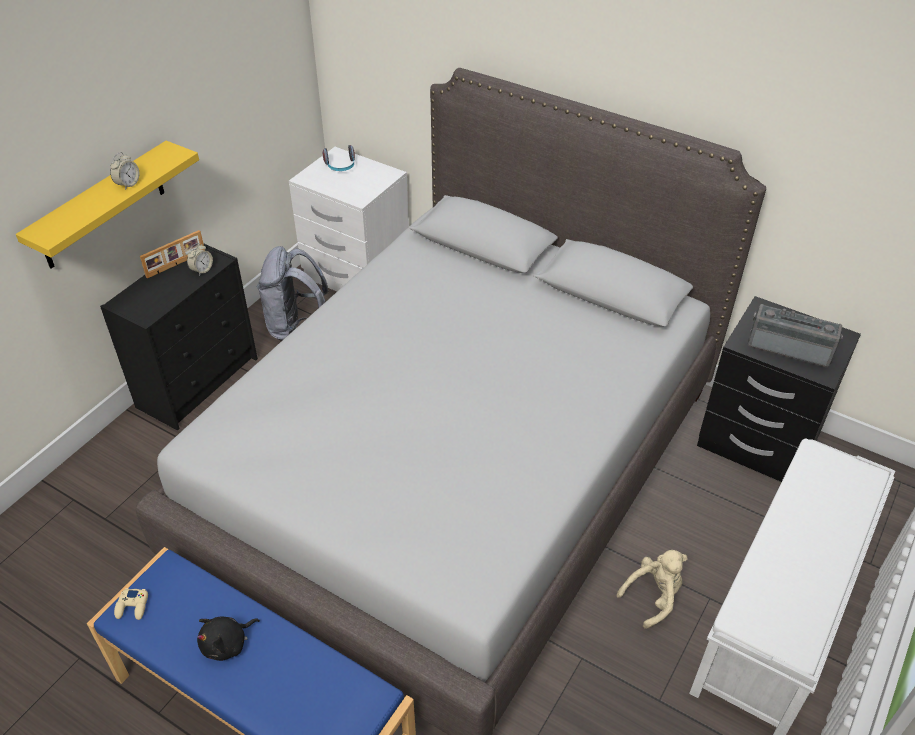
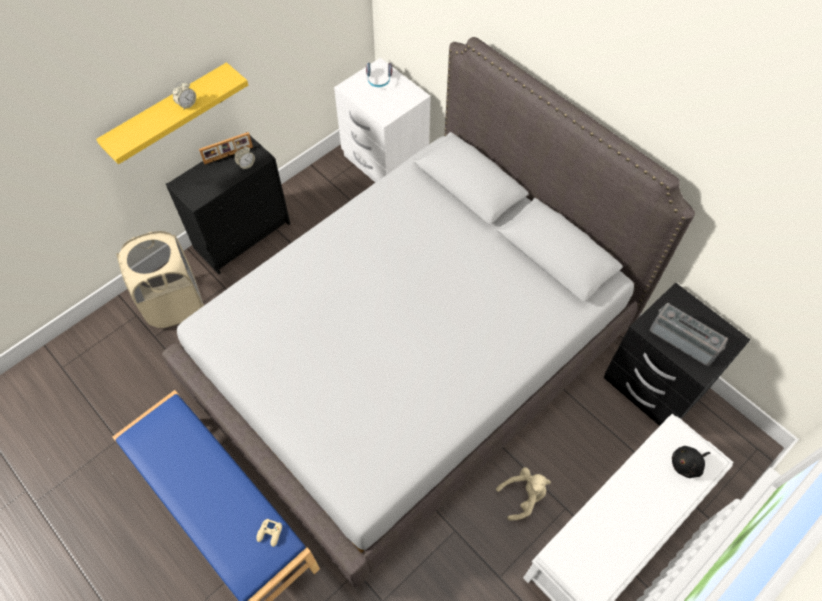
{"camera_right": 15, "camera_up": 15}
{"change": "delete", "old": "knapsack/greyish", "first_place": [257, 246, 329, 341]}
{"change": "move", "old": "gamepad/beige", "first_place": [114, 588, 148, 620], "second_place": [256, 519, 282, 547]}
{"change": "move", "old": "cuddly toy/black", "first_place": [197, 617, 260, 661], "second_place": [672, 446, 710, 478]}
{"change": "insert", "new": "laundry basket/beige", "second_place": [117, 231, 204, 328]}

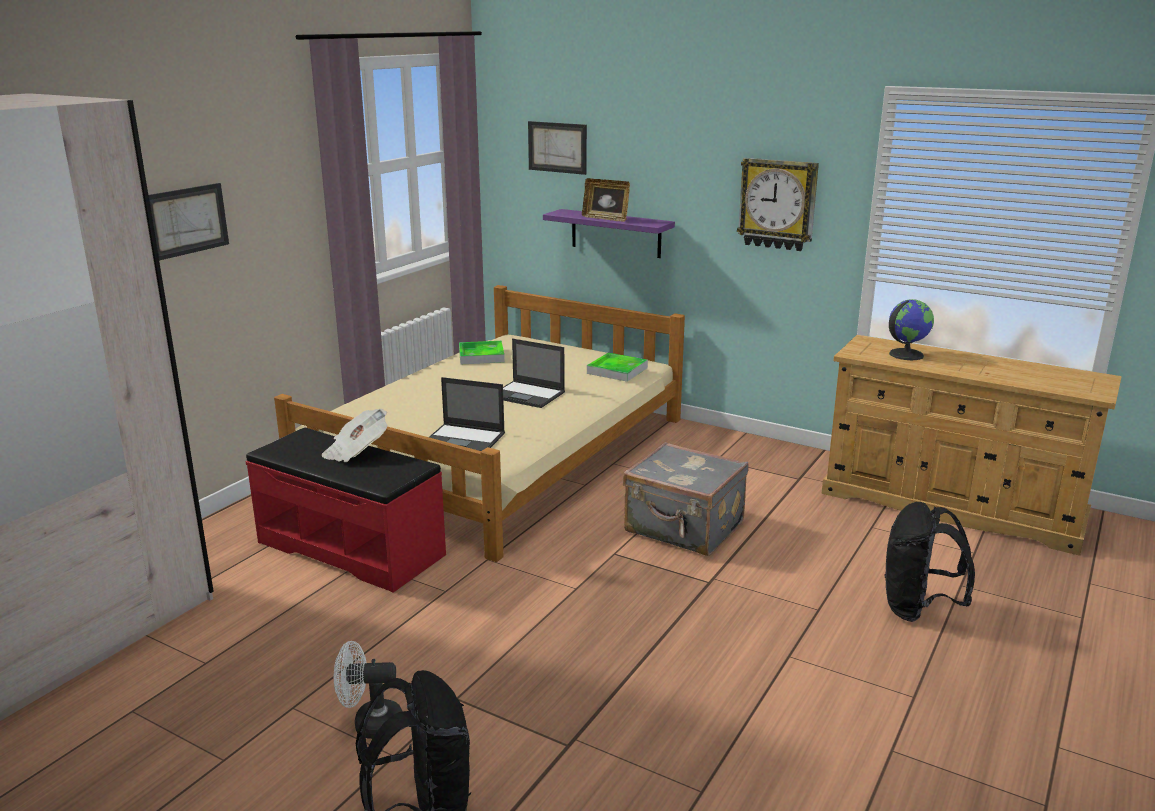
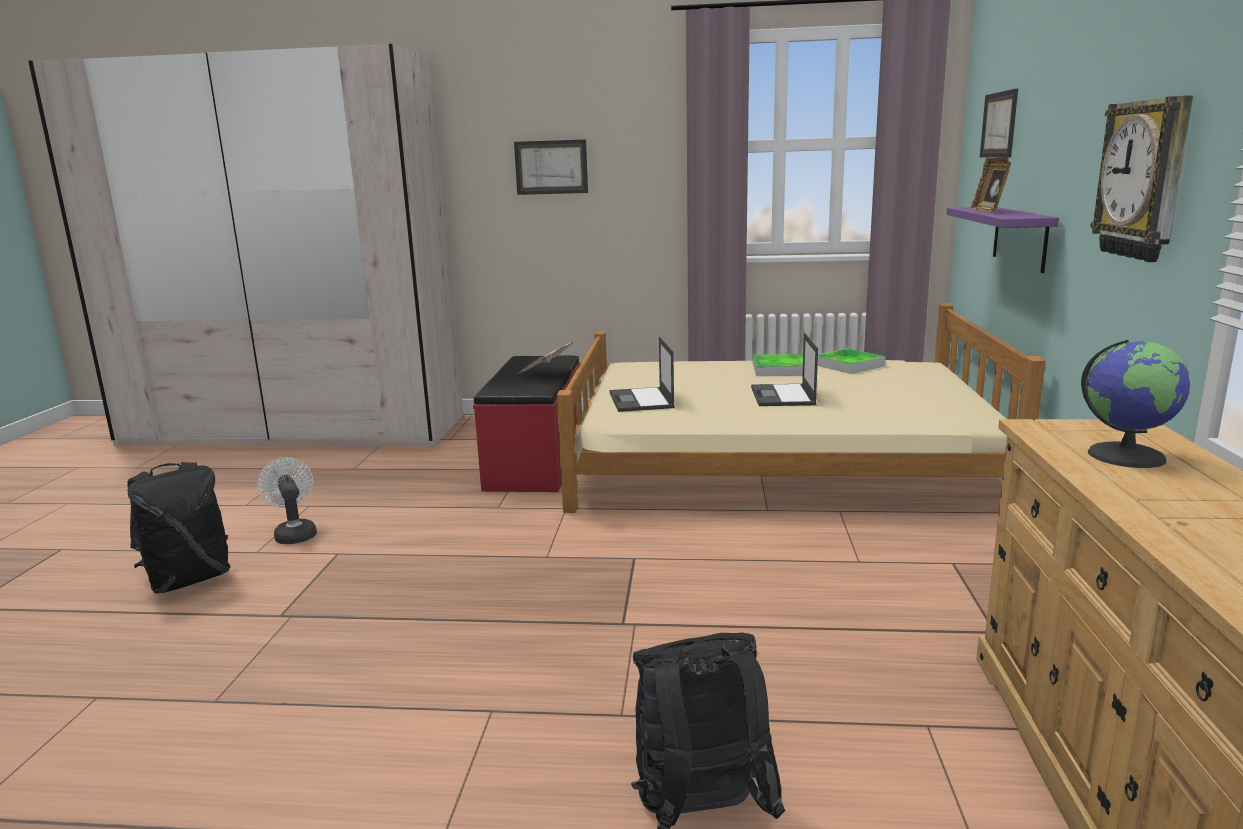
{"camera_right": 65, "camera_up": -5}
{"change": "move", "old": "tray", "first_place": [587, 353, 648, 382], "second_place": [753, 354, 803, 376]}
{"change": "delete", "old": "travel case/greyish", "first_place": [623, 442, 749, 556]}

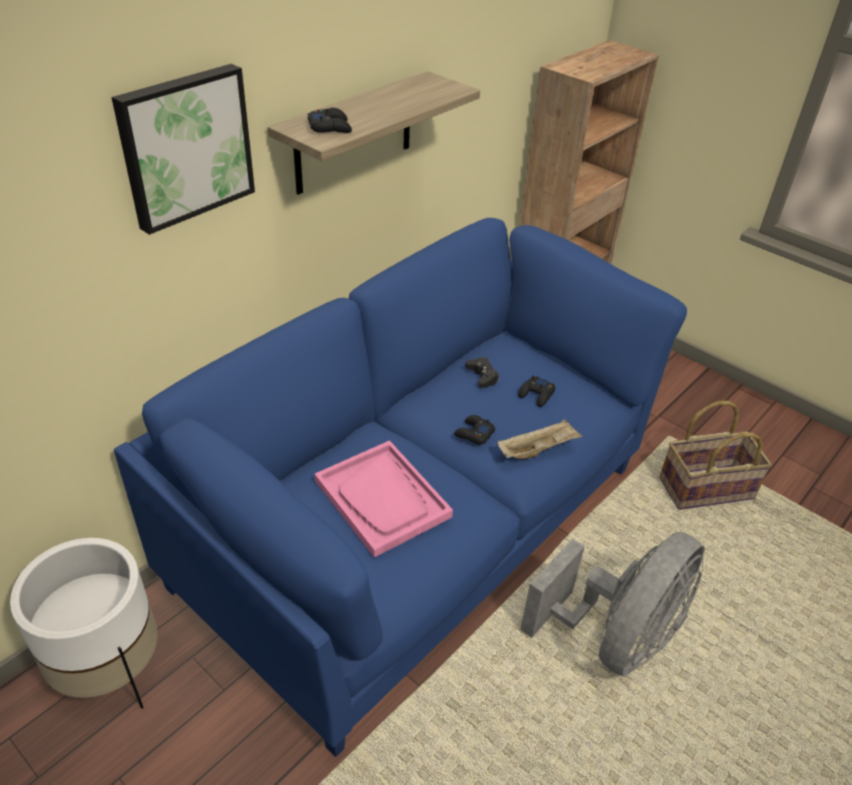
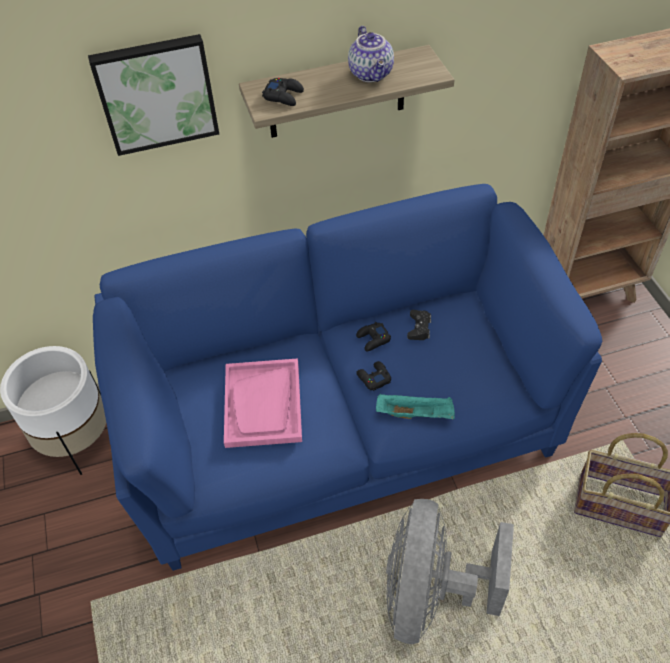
{"camera_right": 35, "camera_up": 10}
{"change": "move", "old": "gamepad/black", "first_place": [518, 376, 555, 407], "second_place": [356, 322, 391, 351]}
{"change": "recolor", "old": "tray/beige", "new": "tray/blue-green", "first_place": [498, 419, 582, 459], "second_place": [376, 394, 455, 419]}
{"change": "rotate", "old": "cooling fan/greyish", "first_place": [520, 532, 705, 677], "second_place": [386, 499, 514, 644], "degrees": 120}
{"change": "insert", "new": "pot for tea", "second_place": [348, 26, 394, 82]}

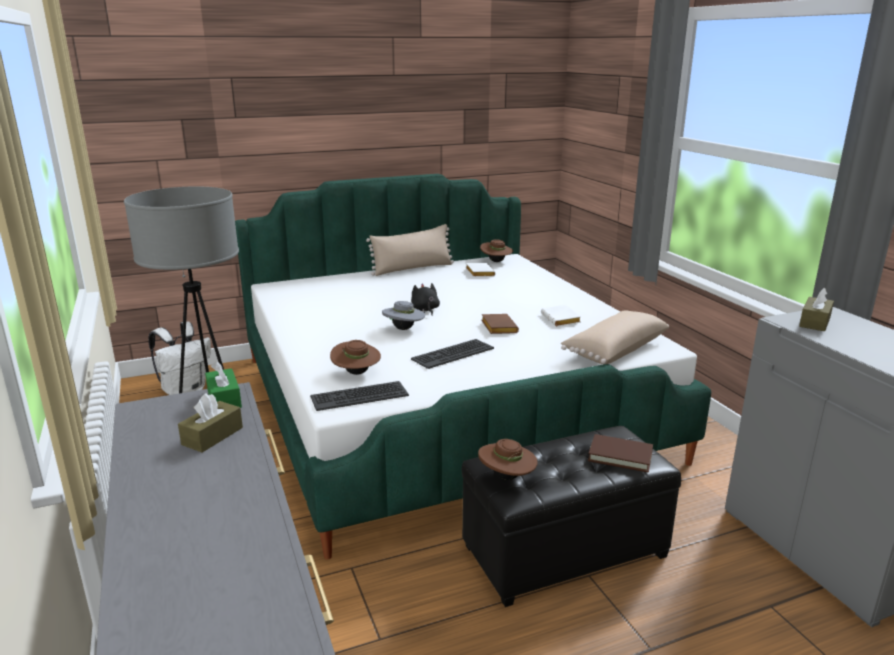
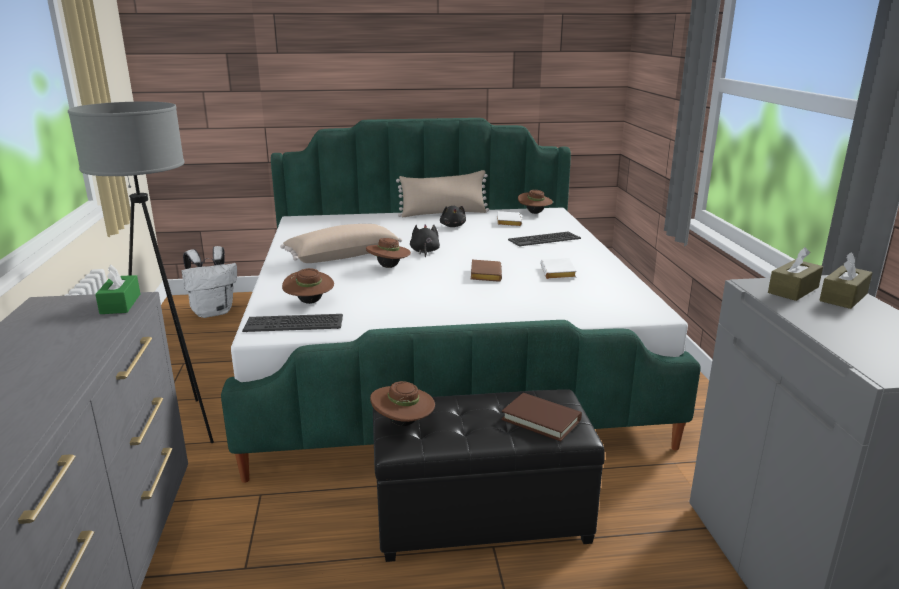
{"camera_right": 15, "camera_up": 0}
{"change": "recolor", "old": "clothing hat/greyish", "new": "clothing hat/brown-coloured", "first_place": [382, 301, 425, 330], "second_place": [366, 238, 411, 268]}
{"change": "move", "old": "throw pillow/beige", "first_place": [561, 310, 669, 364], "second_place": [280, 224, 402, 263]}
{"change": "move", "old": "computer keyboard", "first_place": [411, 339, 494, 369], "second_place": [508, 232, 581, 247]}
{"change": "move", "old": "box of tissues/brown-coloured", "first_place": [178, 393, 243, 453], "second_place": [819, 252, 873, 309]}
{"change": "insert", "new": "cuddly toy/black", "second_place": [440, 206, 466, 227]}

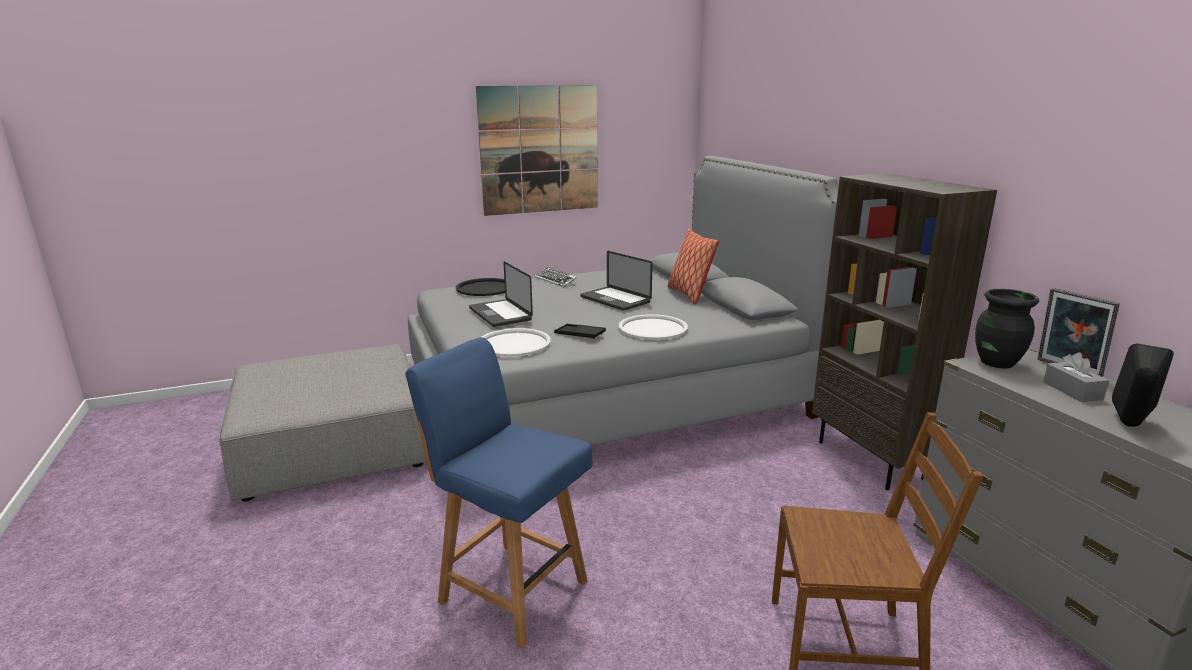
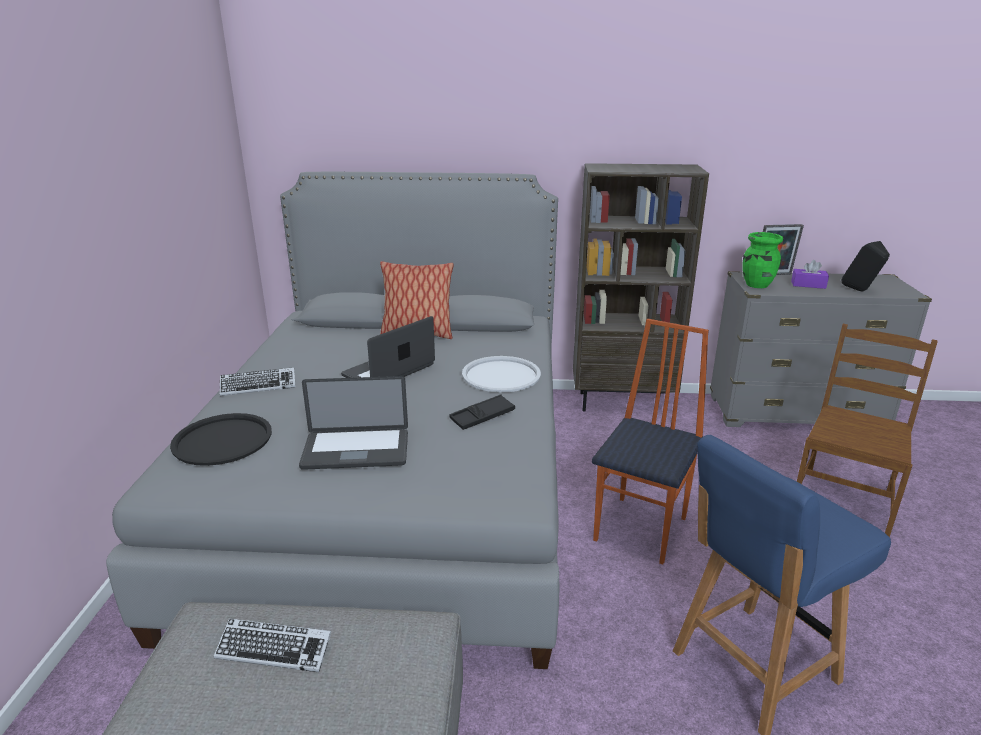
{"camera_right": -65, "camera_up": 5}
{"change": "delete", "old": "wall picture", "first_place": [476, 85, 598, 216]}
{"change": "rotate", "old": "laptop", "first_place": [580, 251, 653, 311], "second_place": [341, 316, 435, 378], "degrees": 150}
{"change": "recolor", "old": "flower vase/black", "new": "flower vase/green-coloured", "first_place": [975, 289, 1039, 368], "second_place": [742, 232, 783, 288]}
{"change": "delete", "old": "tray/whitish", "first_place": [482, 328, 551, 357]}
{"change": "recolor", "old": "box of tissues/greyish", "new": "box of tissues/purple", "first_place": [1043, 352, 1109, 402], "second_place": [791, 260, 829, 289]}
{"change": "insert", "new": "chair", "second_place": [592, 319, 709, 565]}
{"change": "insert", "new": "computer keyboard", "second_place": [214, 618, 331, 672]}

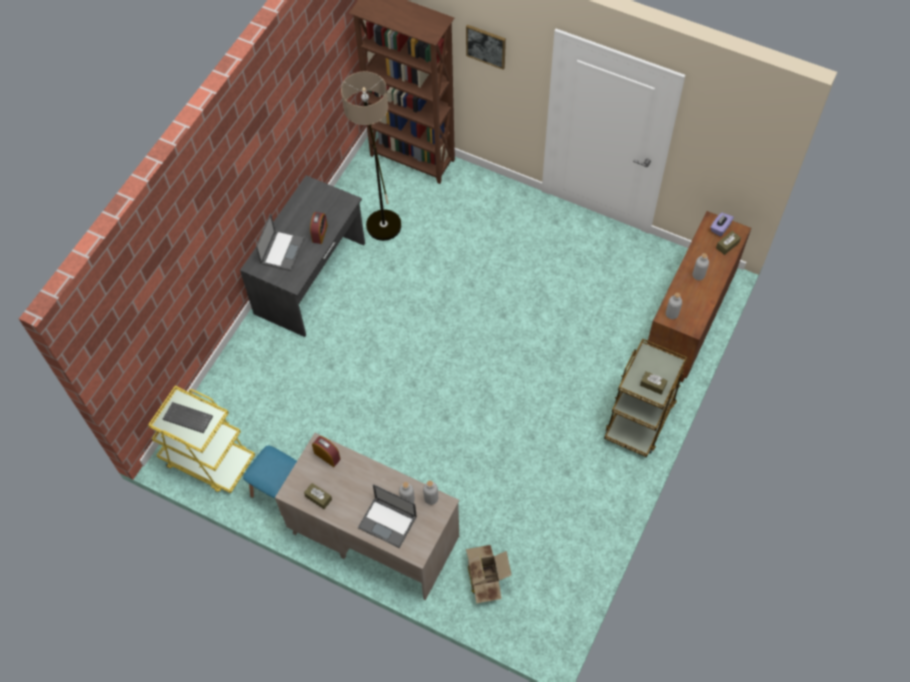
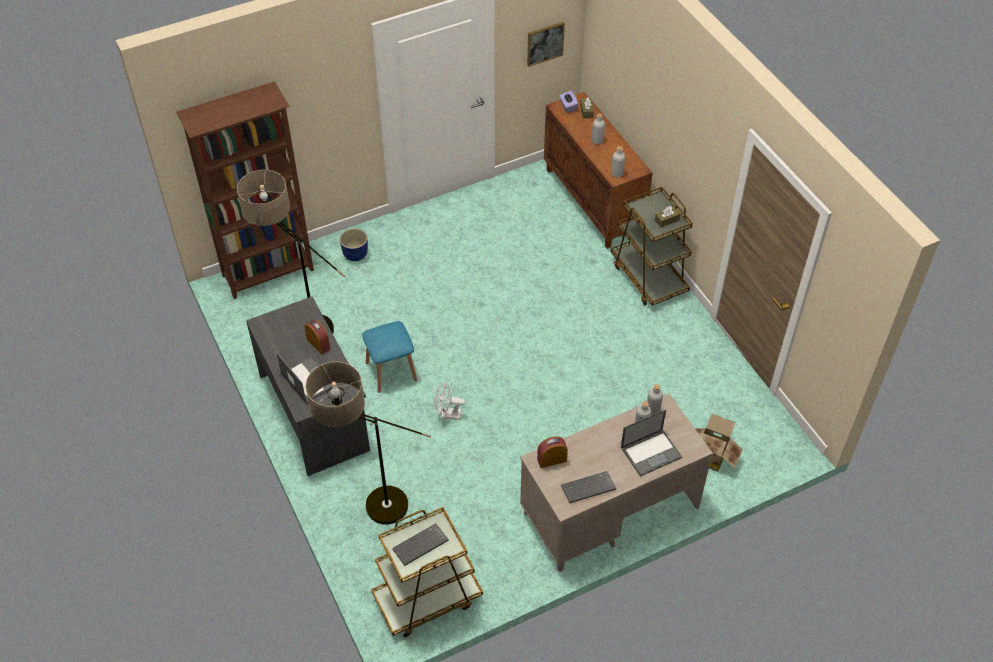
{"camera_right": -55, "camera_up": -10}
{"change": "move", "old": "wall picture", "first_place": [466, 25, 506, 70], "second_place": [527, 22, 565, 67]}
{"change": "recolor", "old": "wheeled cart/yellowish", "new": "wheeled cart/brown-coloured", "first_place": [148, 386, 255, 493], "second_place": [371, 507, 483, 637]}
{"change": "move", "old": "stool/blue", "first_place": [243, 445, 297, 517], "second_place": [362, 321, 417, 393]}
{"change": "replace", "old": "box of tissues/brown-coloured", "new": "computer keyboard", "first_place": [304, 483, 332, 509], "second_place": [561, 471, 616, 503]}
{"change": "insert", "new": "plant pot", "second_place": [339, 228, 368, 261]}
{"change": "insert", "new": "standing lamp", "second_place": [305, 362, 431, 524]}
{"change": "insert", "new": "cooling fan/whitish", "second_place": [434, 382, 465, 420]}

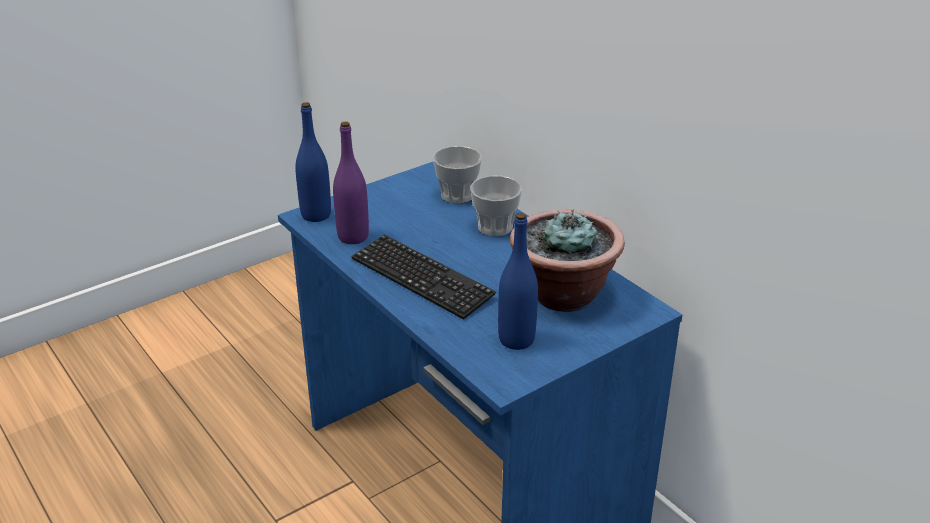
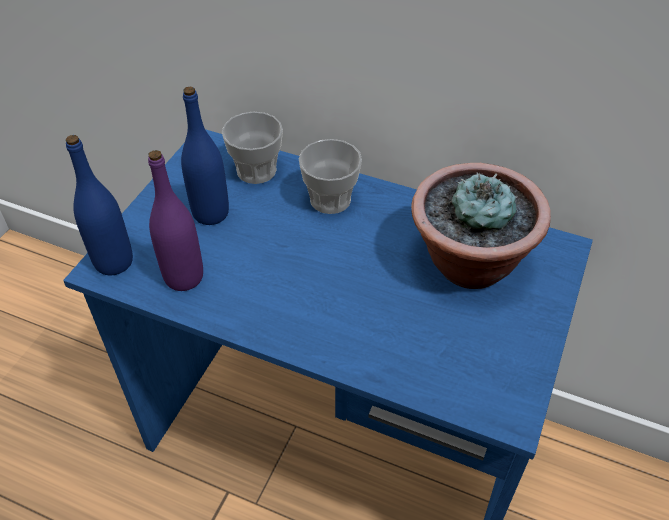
{"camera_right": -30, "camera_up": 15}
{"change": "move", "old": "bottle/blue", "first_place": [498, 213, 538, 350], "second_place": [181, 87, 229, 225]}
{"change": "delete", "old": "computer keyboard", "first_place": [351, 235, 496, 320]}

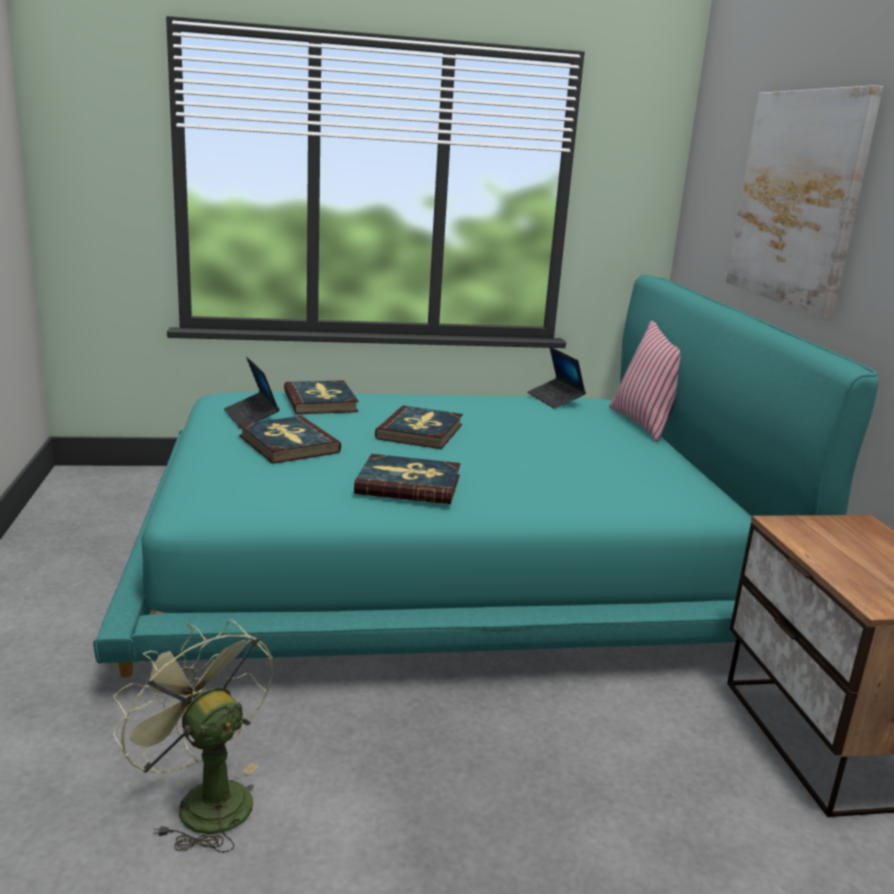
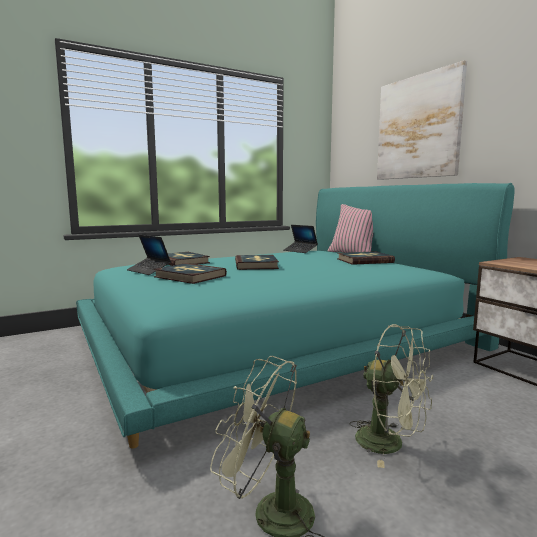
{"camera_right": -20, "camera_up": -10}
{"change": "move", "old": "volume", "first_place": [354, 454, 461, 504], "second_place": [337, 251, 395, 265]}
{"change": "insert", "new": "cooling fan/green-coloured", "second_place": [350, 324, 433, 468]}

